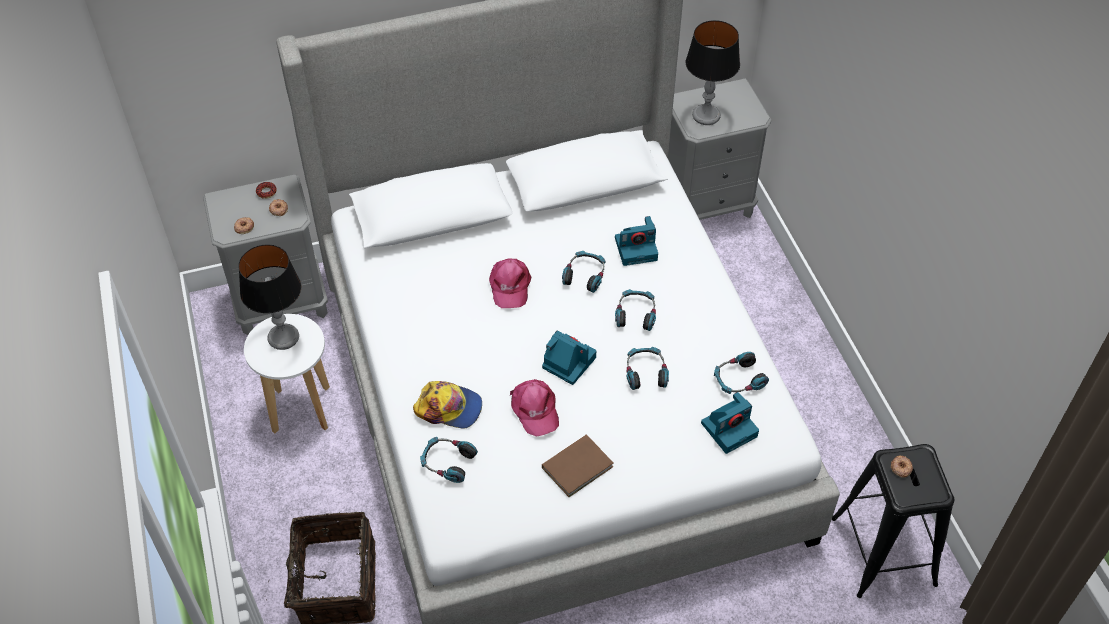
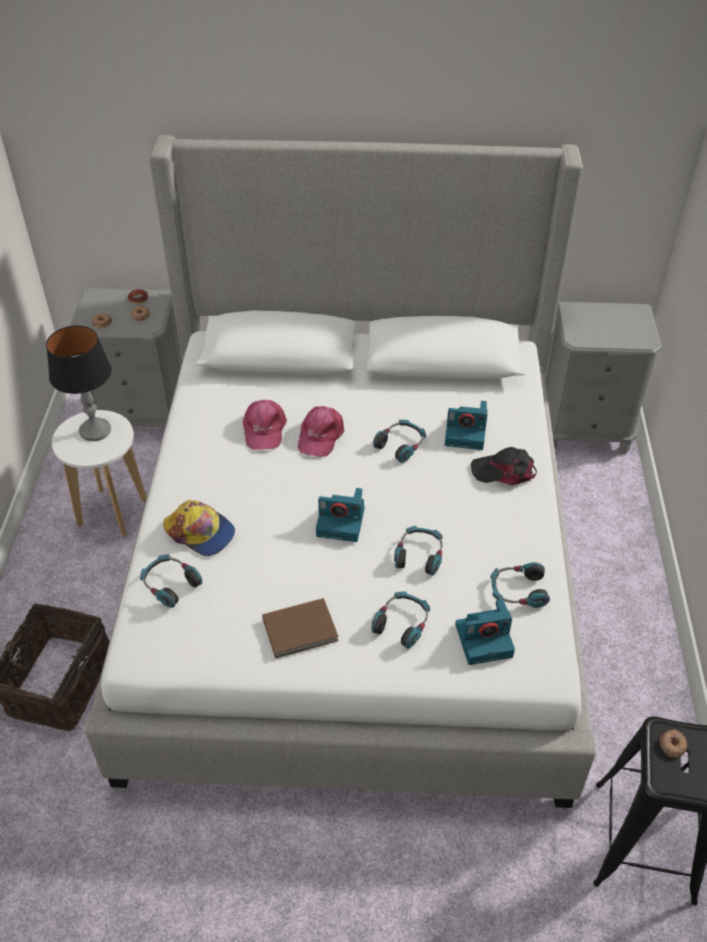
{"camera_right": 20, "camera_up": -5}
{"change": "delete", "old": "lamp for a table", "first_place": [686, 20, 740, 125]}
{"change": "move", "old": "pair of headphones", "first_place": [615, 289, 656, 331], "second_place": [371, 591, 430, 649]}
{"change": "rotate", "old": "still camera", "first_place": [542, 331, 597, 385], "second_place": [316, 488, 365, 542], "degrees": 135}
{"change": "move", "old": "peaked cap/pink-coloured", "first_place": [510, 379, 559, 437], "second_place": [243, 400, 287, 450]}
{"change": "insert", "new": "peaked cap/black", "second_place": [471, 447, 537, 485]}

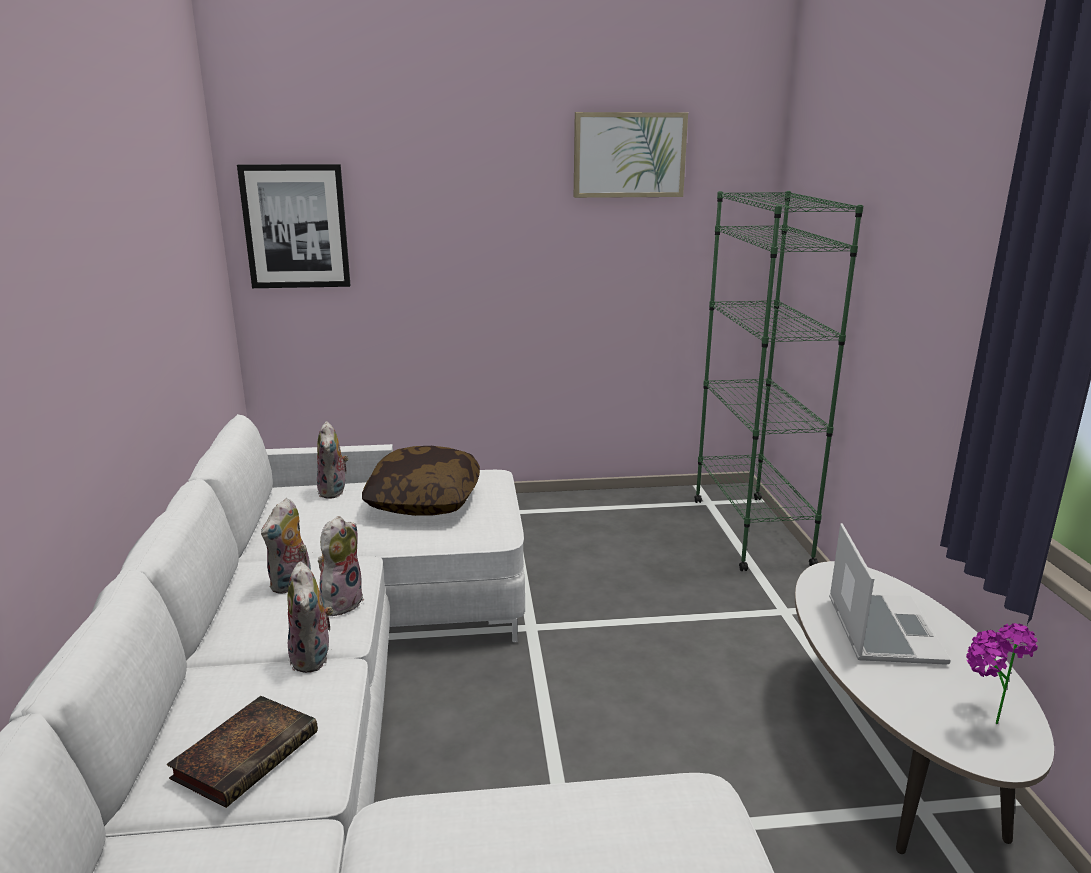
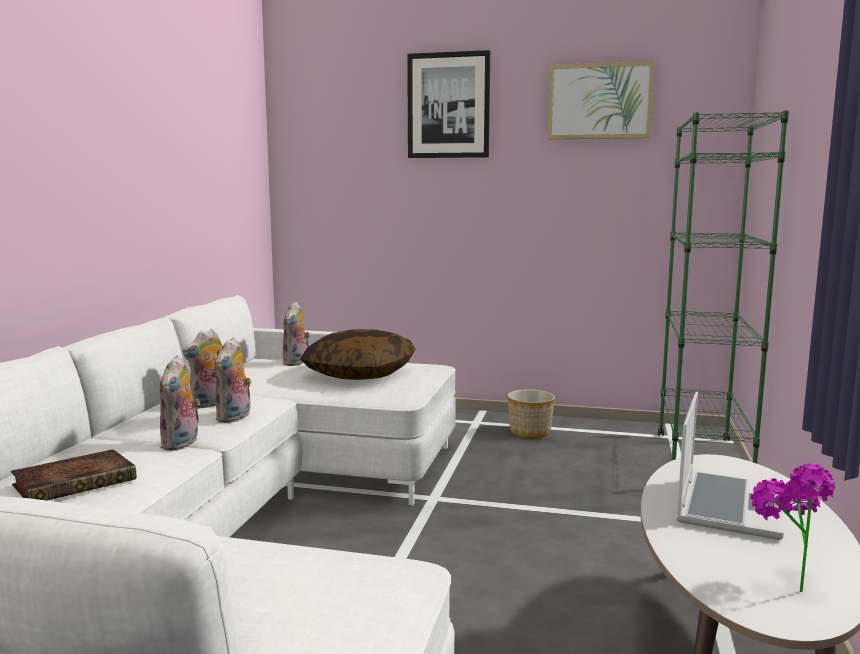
{"camera_right": 20, "camera_up": -10}
{"change": "move", "old": "wall picture", "first_place": [237, 164, 351, 288], "second_place": [407, 50, 490, 158]}
{"change": "rotate", "old": "cuddly toy", "first_place": [318, 516, 364, 616], "second_place": [215, 337, 251, 423], "degrees": 150}
{"change": "insert", "new": "plant pot", "second_place": [507, 389, 555, 438]}

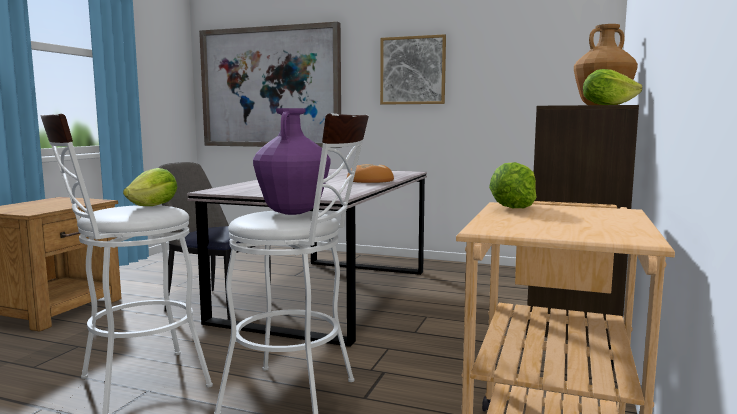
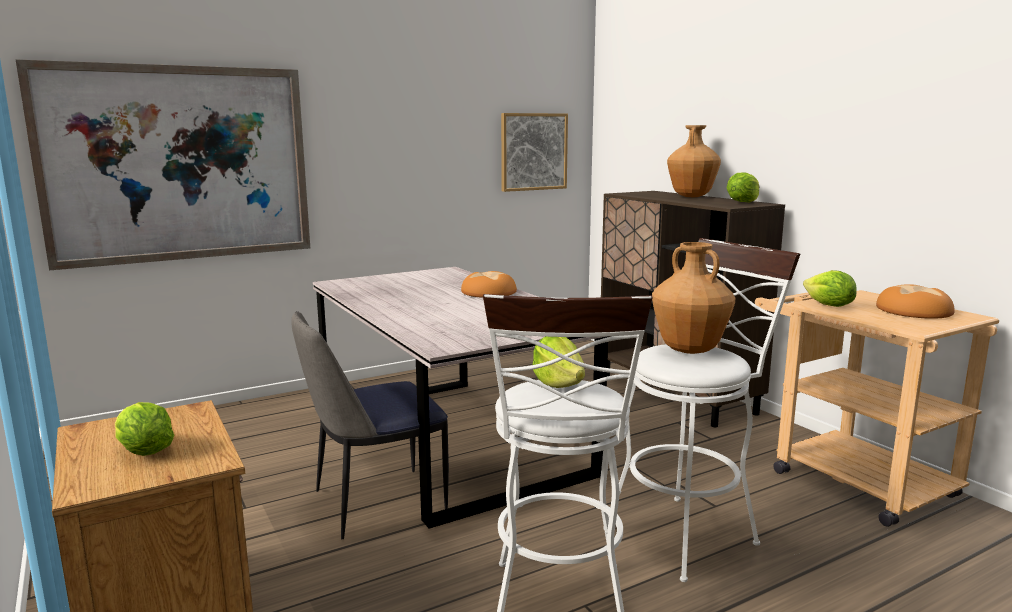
{"camera_right": -50, "camera_up": 5}
{"change": "move", "old": "wall picture", "first_place": [380, 34, 446, 105], "second_place": [501, 113, 568, 192]}
{"change": "recolor", "old": "flower vase/purple", "new": "flower vase/brown-coloured", "first_place": [253, 108, 330, 215], "second_place": [652, 242, 735, 354]}
{"change": "insert", "new": "baked bread", "second_place": [876, 284, 955, 319]}
{"change": "insert", "new": "lettuce", "second_place": [115, 402, 175, 456]}

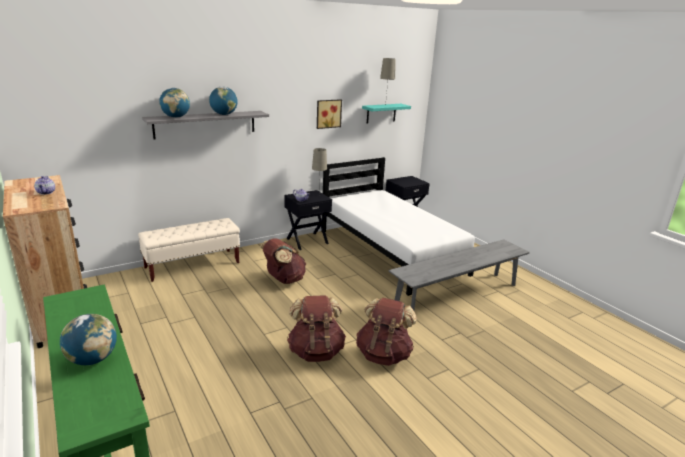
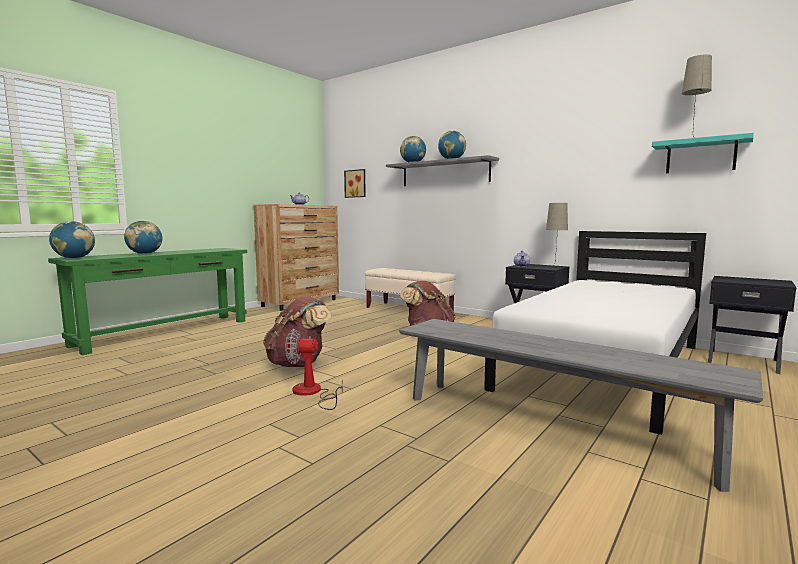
{"camera_right": 70, "camera_up": -15}
{"change": "move", "old": "wall picture", "first_place": [317, 99, 342, 129], "second_place": [344, 169, 366, 198]}
{"change": "replace", "old": "knapsack/brown-coloured", "new": "cooling fan", "first_place": [356, 298, 417, 366], "second_place": [286, 329, 343, 410]}
{"change": "insert", "new": "world globe", "second_place": [49, 221, 95, 259]}

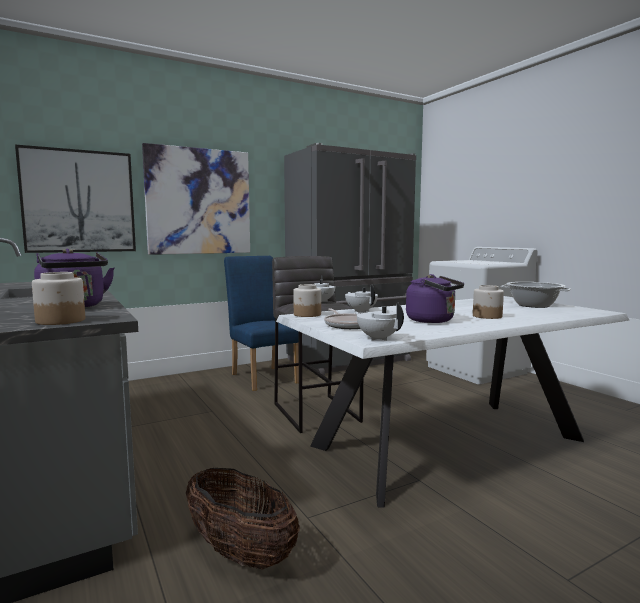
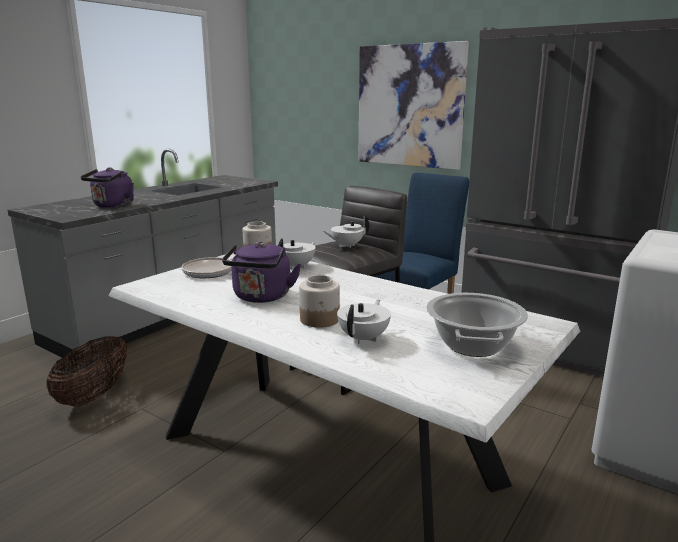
{"camera_right": 65, "camera_up": 10}
{"change": "delete", "old": "wall picture", "first_place": [15, 145, 136, 253]}
{"change": "delete", "old": "jar", "first_place": [32, 272, 85, 325]}
{"change": "move", "old": "pot for tea/whitish", "first_place": [355, 303, 404, 341], "second_place": [337, 299, 391, 344]}

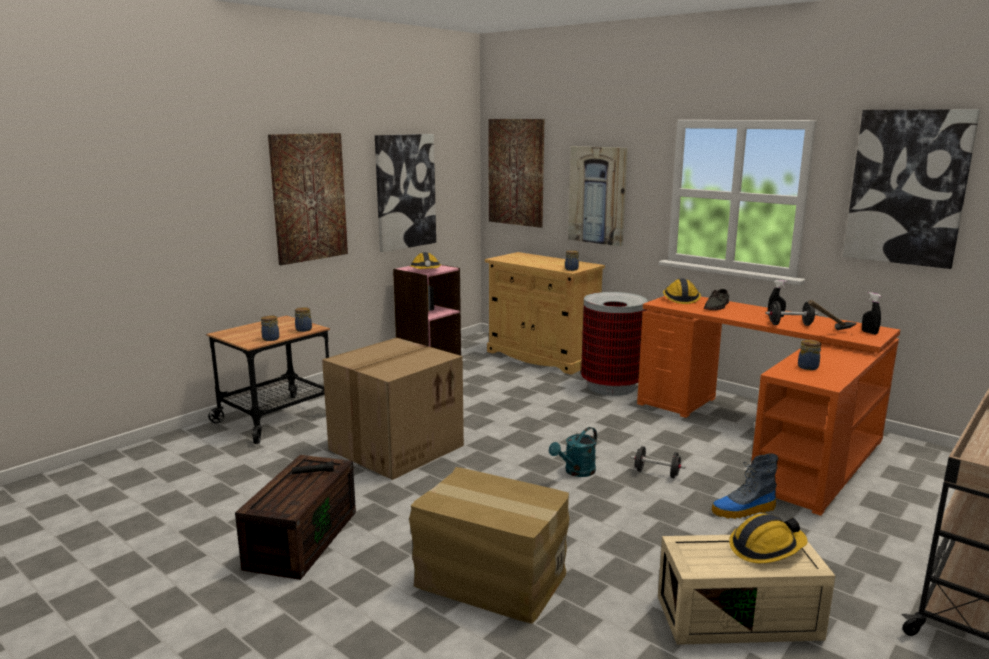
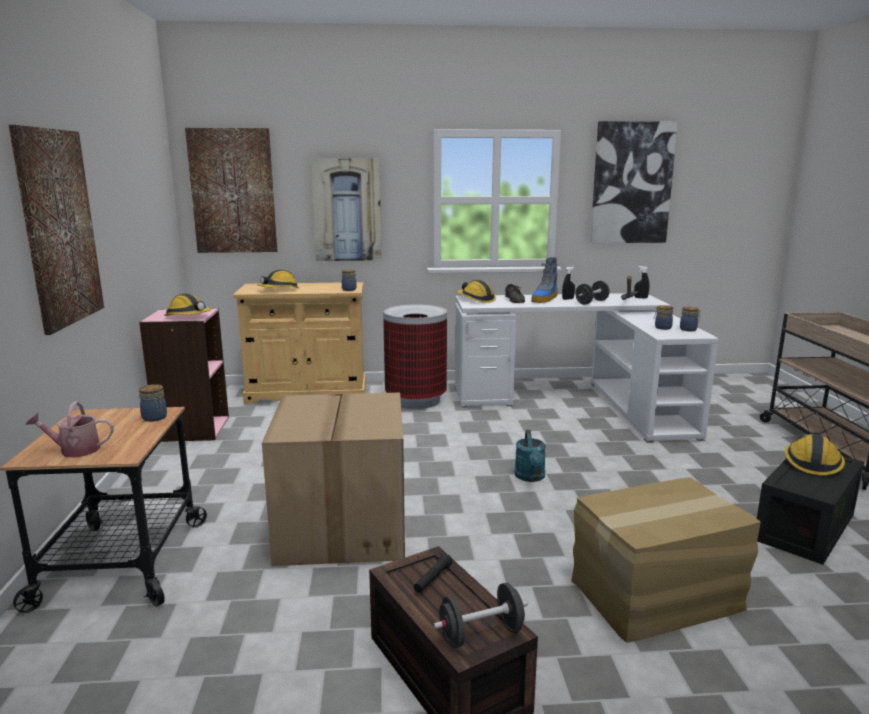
{"camera_right": -45, "camera_up": 0}
{"change": "delete", "old": "wall picture", "first_place": [375, 134, 436, 252]}
{"change": "recolor", "old": "desk table/orange", "new": "desk table/whitish", "first_place": [637, 296, 900, 516], "second_place": [455, 293, 719, 443]}
{"change": "move", "old": "jar", "first_place": [261, 316, 279, 341], "second_place": [680, 307, 701, 331]}
{"change": "move", "old": "hand weight/black", "first_place": [631, 446, 686, 478], "second_place": [433, 583, 528, 648]}
{"change": "move", "old": "tall boot", "first_place": [712, 453, 778, 519], "second_place": [531, 257, 558, 303]}
{"change": "recolor", "old": "storage container/beige", "new": "storage container/black", "first_place": [658, 535, 835, 645], "second_place": [757, 456, 864, 565]}
{"change": "insert", "new": "hard hat", "second_place": [257, 270, 299, 288]}
{"change": "insert", "new": "sprinkling can", "second_place": [25, 401, 114, 458]}

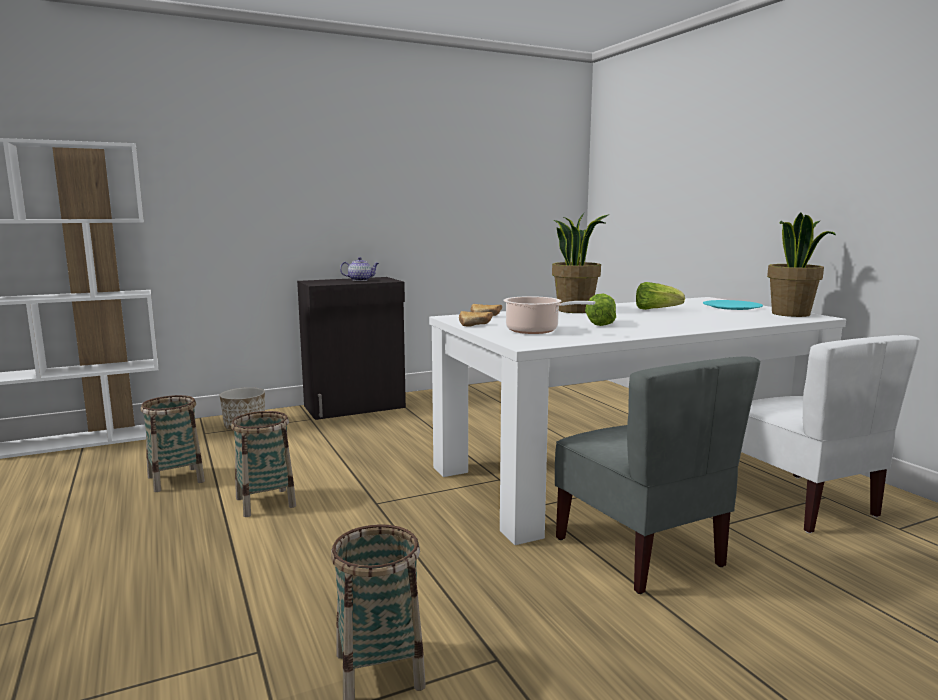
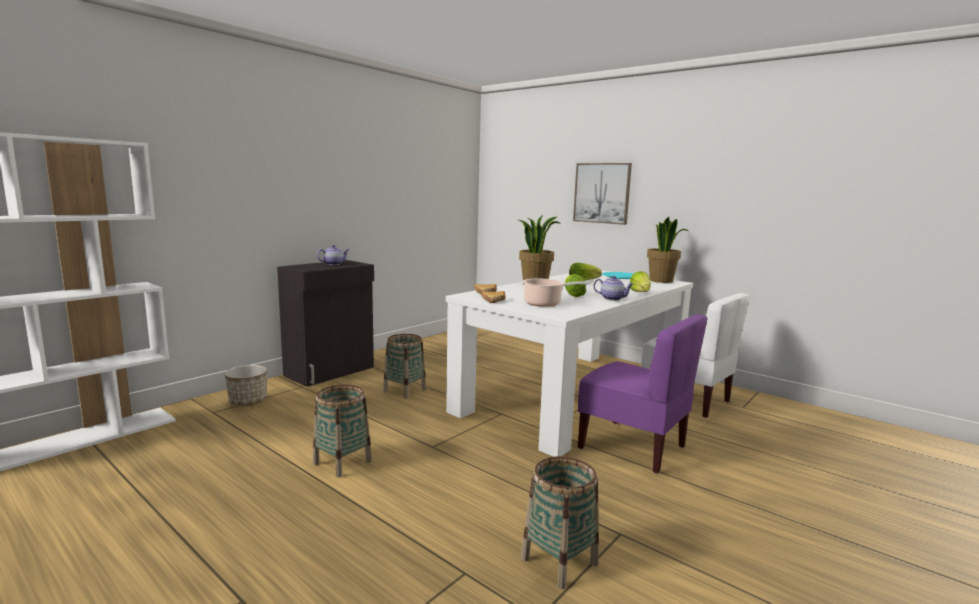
{"camera_right": -25, "camera_up": 0}
{"change": "recolor", "old": "chair/greyish", "new": "chair/purple", "first_place": [555, 357, 760, 594], "second_place": [578, 314, 707, 474]}
{"change": "move", "old": "basket", "first_place": [141, 395, 205, 492], "second_place": [383, 334, 426, 399]}
{"change": "insert", "new": "wall picture", "second_place": [573, 163, 632, 225]}
{"change": "insert", "new": "lettuce", "second_place": [630, 271, 651, 292]}
{"change": "insert", "new": "pot for tea", "second_place": [593, 276, 634, 301]}

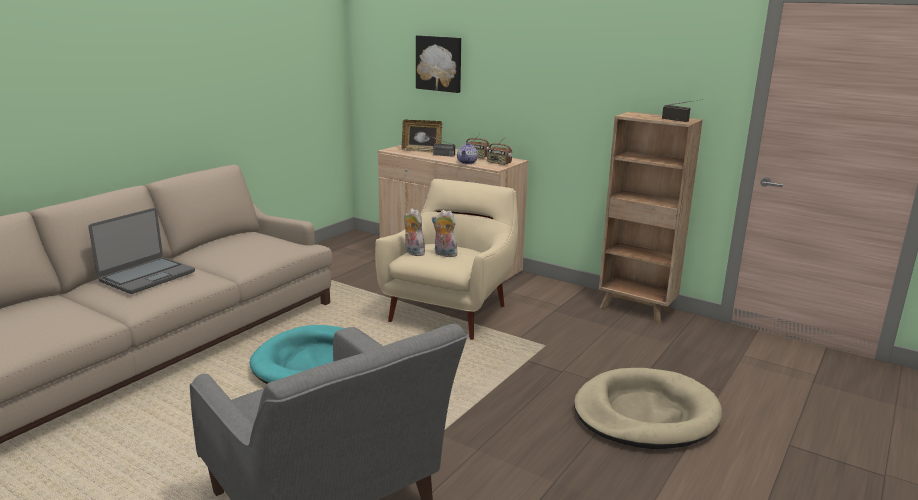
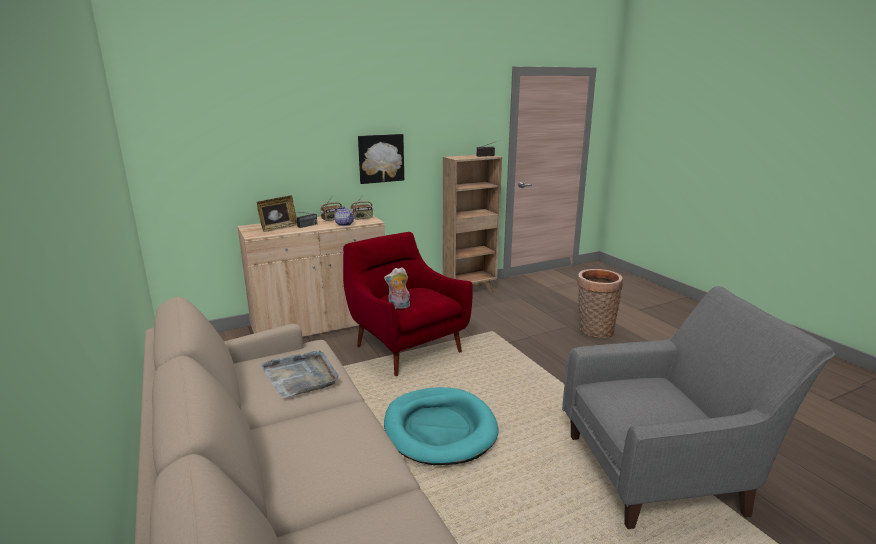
{"camera_right": -60, "camera_up": 0}
{"change": "move", "old": "wall picture", "first_place": [416, 35, 461, 93], "second_place": [358, 134, 404, 184]}
{"change": "recolor", "old": "easy chair/beige", "new": "easy chair/red-coloured", "first_place": [375, 179, 518, 340], "second_place": [343, 232, 473, 376]}
{"change": "delete", "old": "laptop", "first_place": [88, 208, 195, 294]}
{"change": "delete", "old": "cuddly toy", "first_place": [432, 210, 458, 257]}
{"change": "replace", "old": "dog cushion/beige", "new": "basket", "first_place": [574, 368, 722, 449], "second_place": [577, 269, 623, 338]}
{"change": "insert", "new": "tray/greyish", "second_place": [261, 350, 339, 398]}

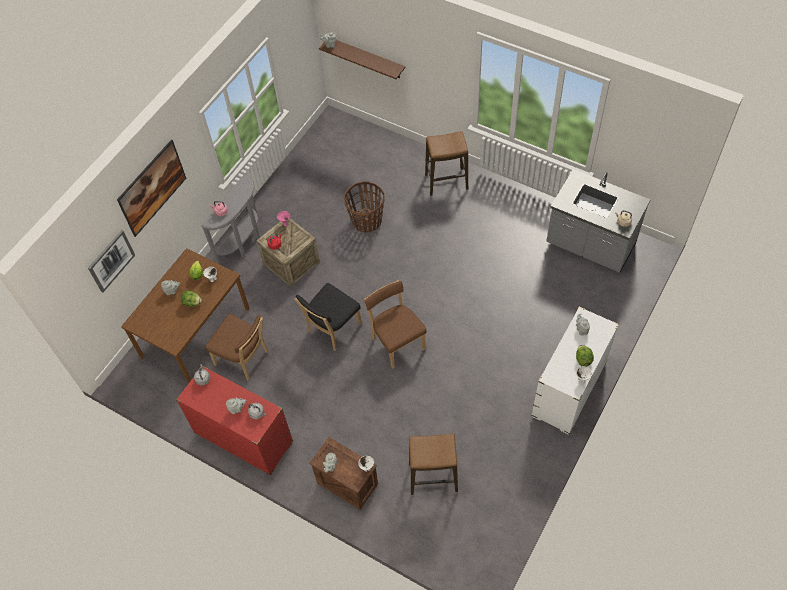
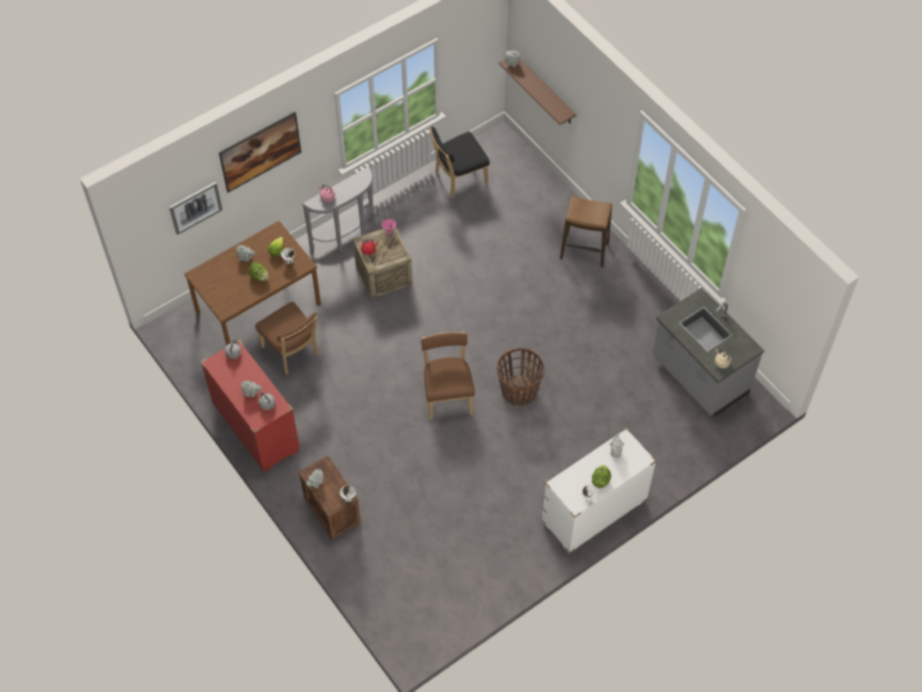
{"camera_right": 20, "camera_up": 0}
{"change": "move", "old": "basket", "first_place": [344, 182, 385, 233], "second_place": [497, 348, 544, 406]}
{"change": "move", "old": "chair/black", "first_place": [295, 283, 362, 351], "second_place": [429, 126, 490, 198]}
{"change": "delete", "old": "stool", "first_place": [409, 434, 458, 495]}

